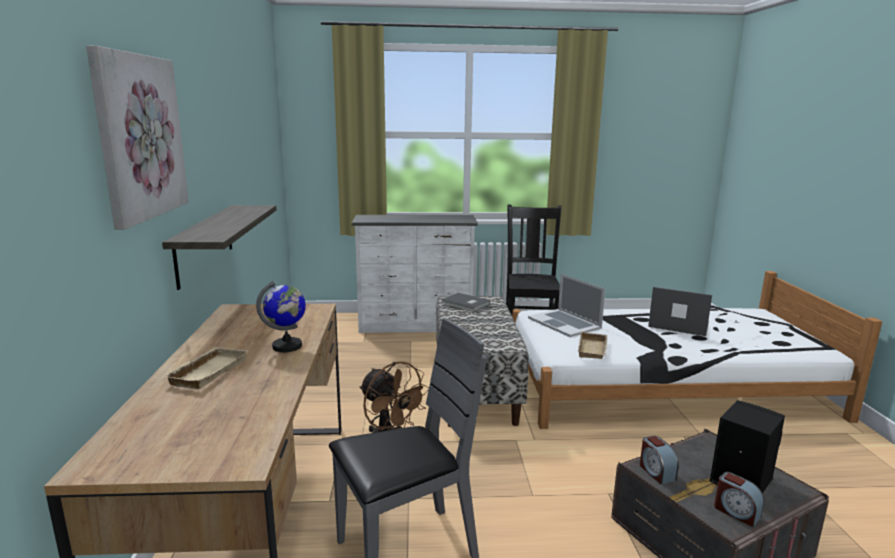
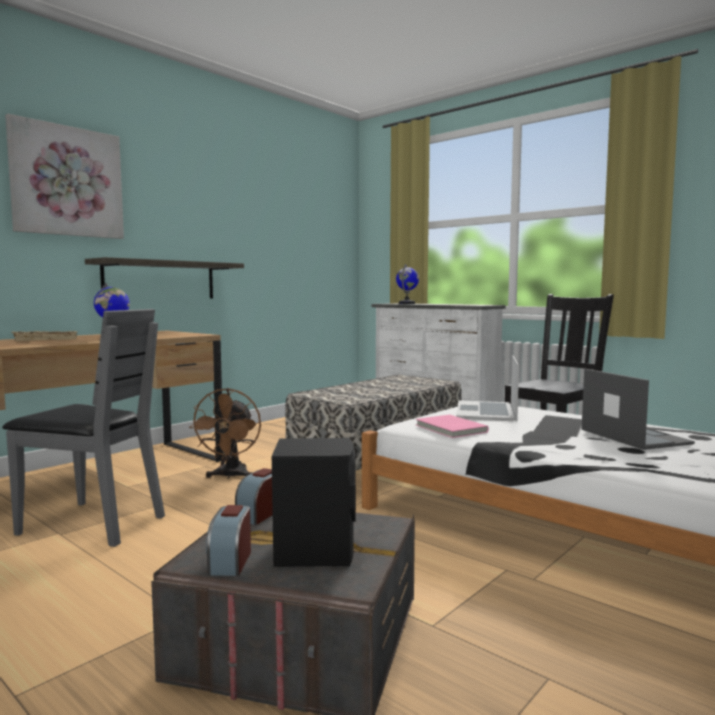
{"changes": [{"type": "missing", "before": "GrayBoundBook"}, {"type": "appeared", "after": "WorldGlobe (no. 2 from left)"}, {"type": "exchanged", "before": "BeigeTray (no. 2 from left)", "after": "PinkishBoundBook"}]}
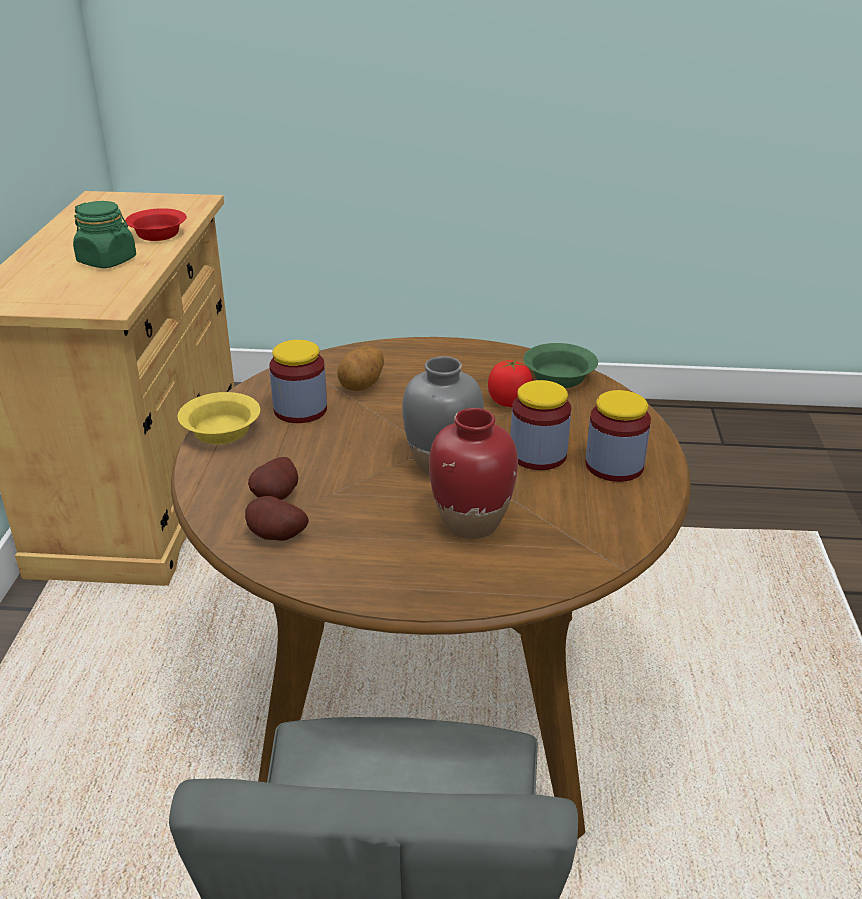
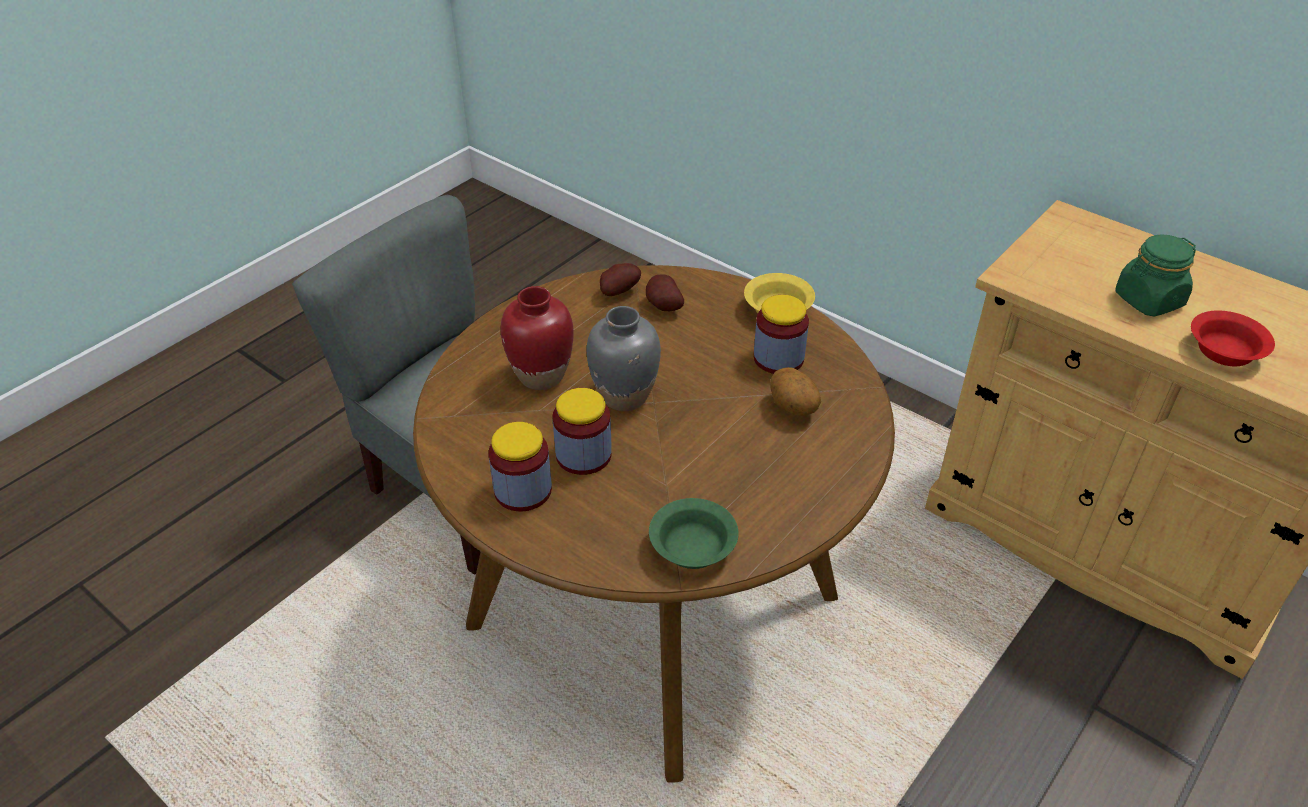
{"changes": [{"type": "missing", "before": "Tomato"}]}
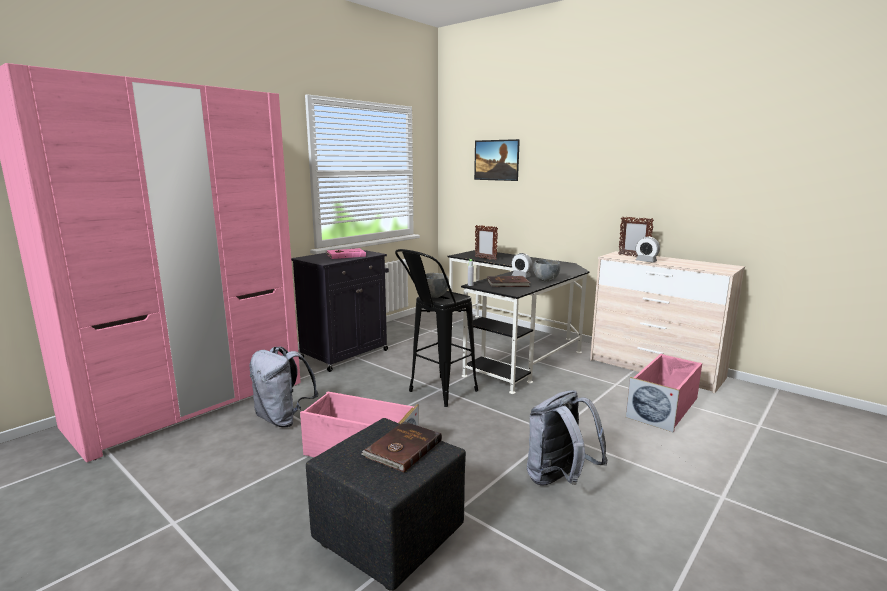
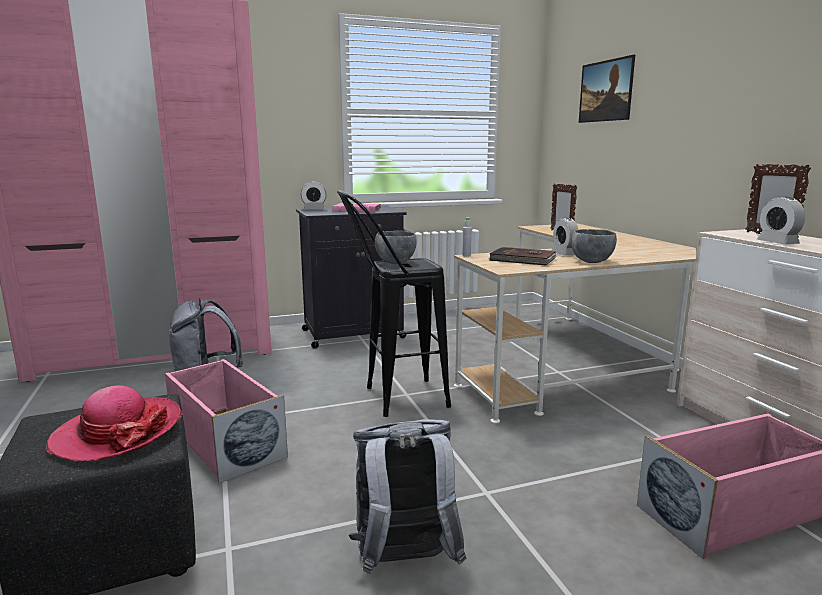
{"changes": [{"type": "appeared", "after": "AlarmClock (no. 1 from left)"}, {"type": "exchanged", "before": "BrownishBoundBook (no. 1 from left)", "after": "Hat"}, {"type": "colour", "before": "BlackDesk", "after": "BeigeDesk"}]}
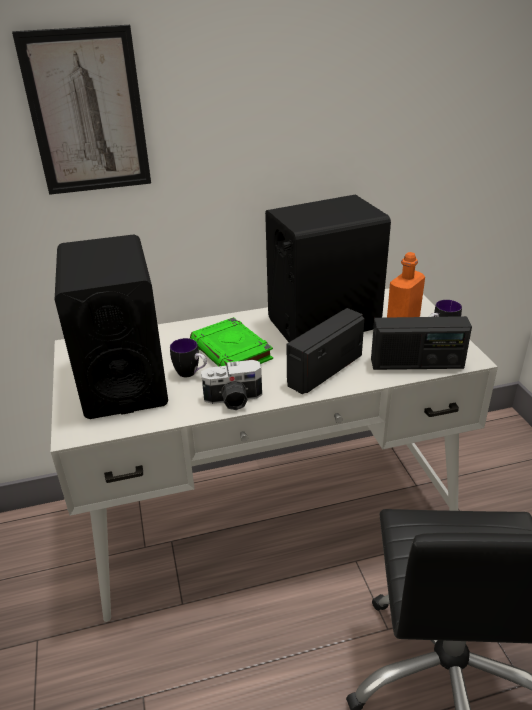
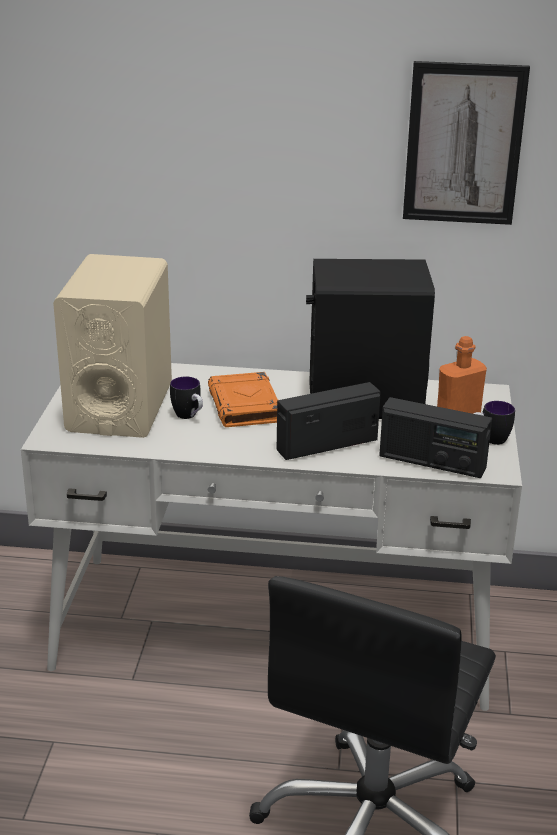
{"changes": [{"type": "missing", "before": "PhotoCamera"}, {"type": "relocated", "before": "WallPicture"}, {"type": "colour", "before": "BlackLoudspeaker (no. 1 from left)", "after": "BeigeLoudspeaker"}, {"type": "colour", "before": "GreenishBoundBook", "after": "OrangeColouredBoundBook"}]}
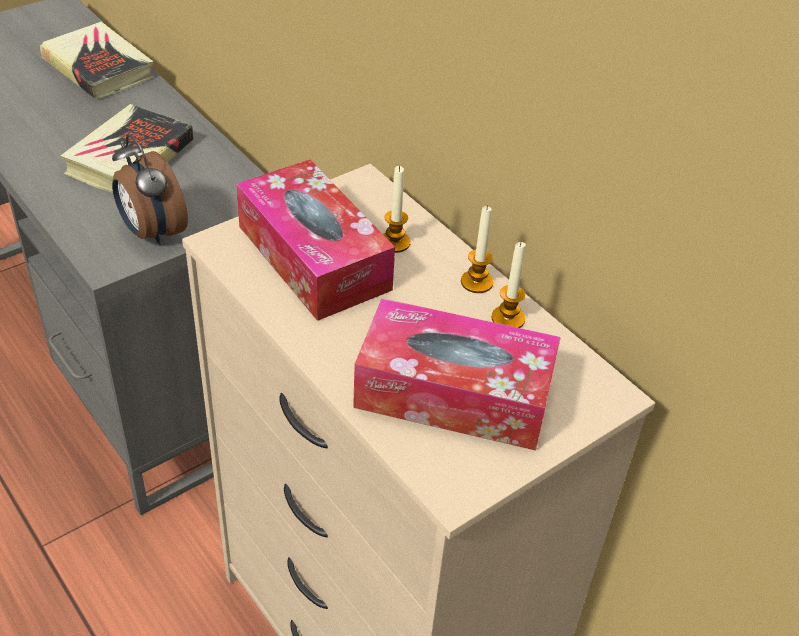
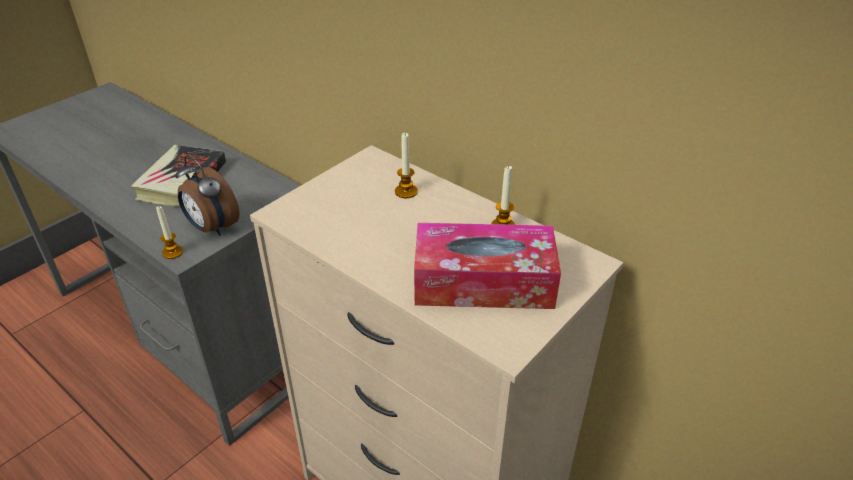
{"changes": [{"type": "missing", "before": "BoundBook (no. 1 from left)"}, {"type": "missing", "before": "TissueBox (no. 1 from left)"}, {"type": "relocated", "before": "WaxCandle (no. 2 from left in the first image)", "after": "WaxCandle (no. 1 from left)"}]}
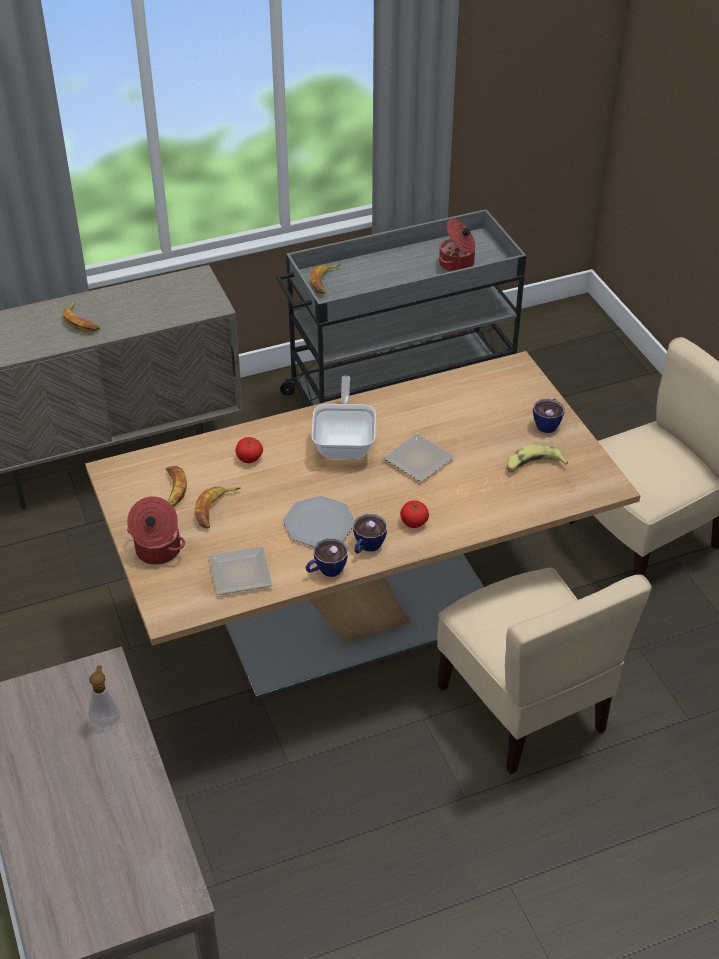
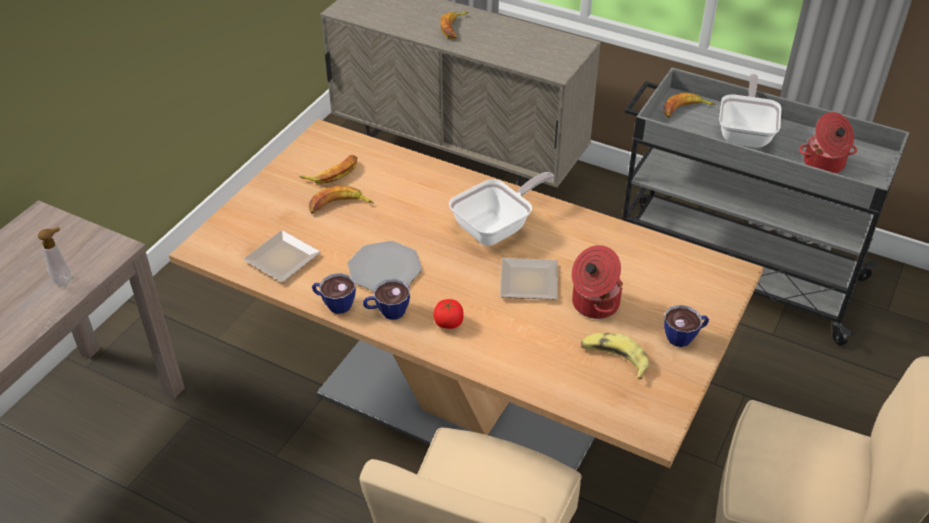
{"changes": [{"type": "missing", "before": "Tomato (no. 1 from left)"}, {"type": "appeared", "after": "FryingPan (no. 2 from left)"}, {"type": "relocated", "before": "Stockpot (no. 1 from left)"}]}
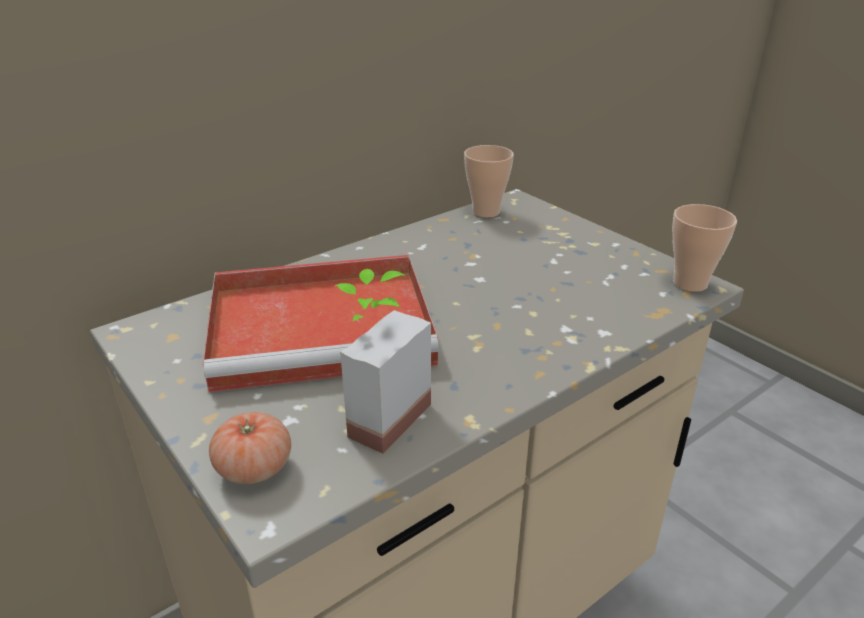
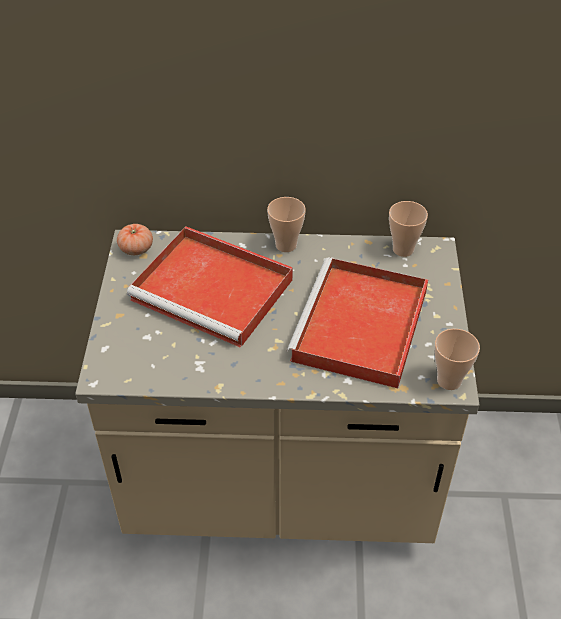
{"changes": [{"type": "missing", "before": "PottedPlant"}, {"type": "appeared", "after": "DrinkingCup (no. 1 from left)"}, {"type": "appeared", "after": "RedTray (no. 2 from left)"}, {"type": "relocated", "before": "Tomato"}]}
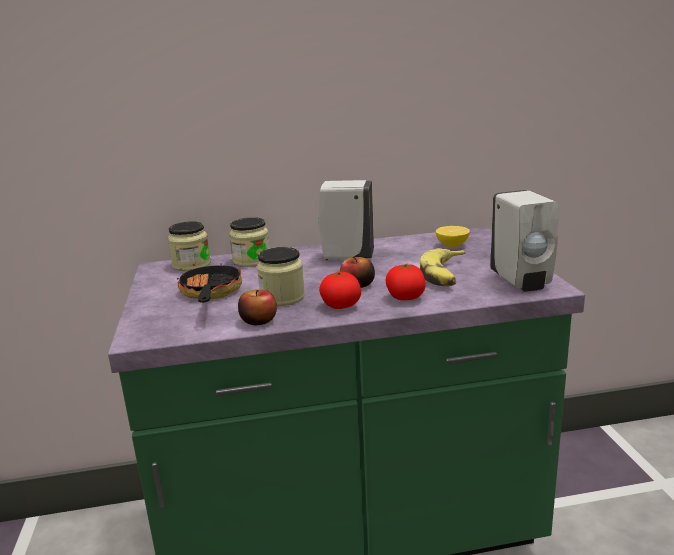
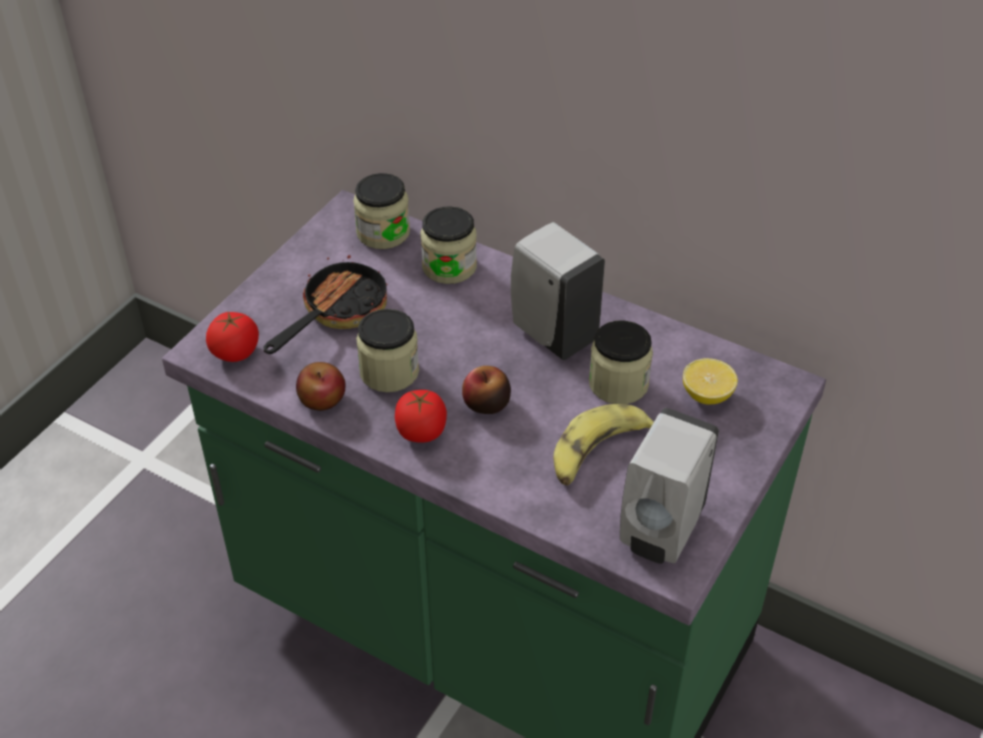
{"changes": [{"type": "appeared", "after": "StorageJar (no. 4 from left)"}, {"type": "relocated", "before": "Tomato (no. 2 from left in the first image)", "after": "Tomato (no. 1 from left)"}]}
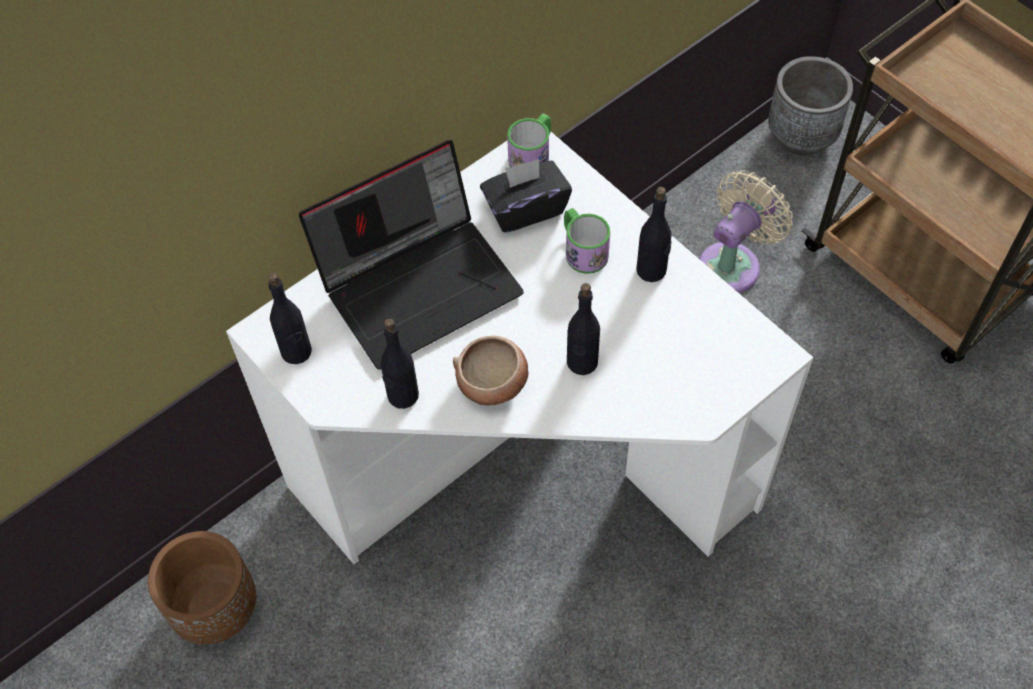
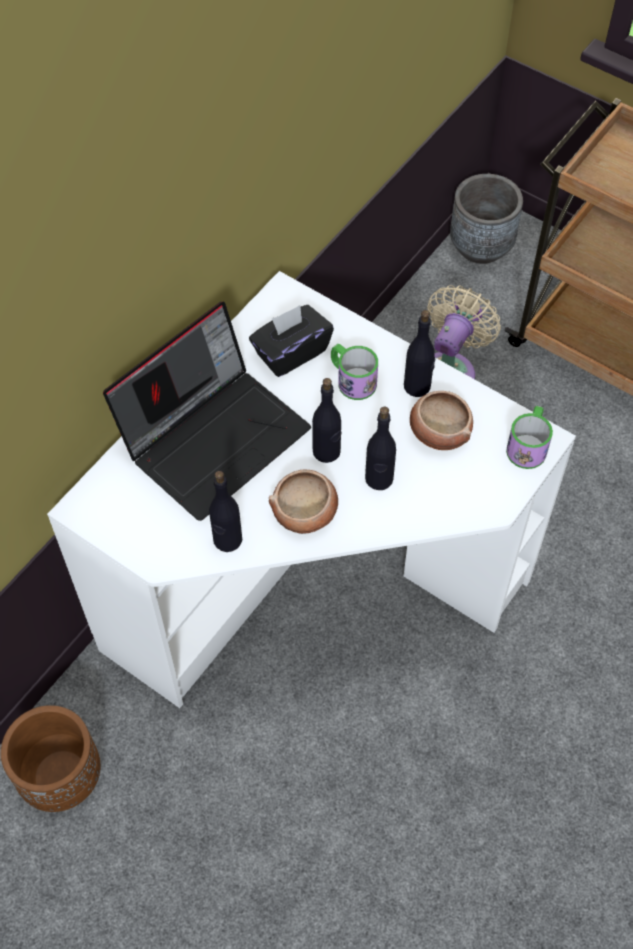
{"changes": [{"type": "appeared", "after": "ServingBowl (no. 2 from left)"}, {"type": "relocated", "before": "BlackBottle (no. 1 from left in the first image)", "after": "BlackBottle (no. 2 from left)"}, {"type": "relocated", "before": "Mug (no. 1 from left in the first image)", "after": "Mug (no. 2 from left)"}]}
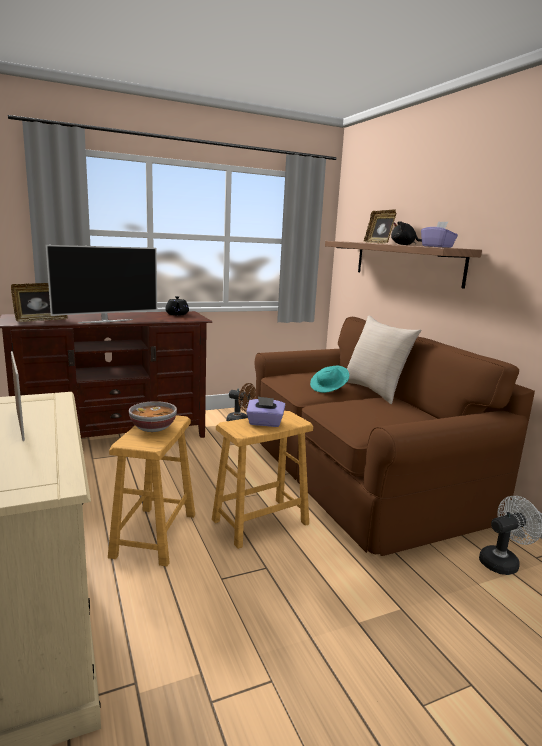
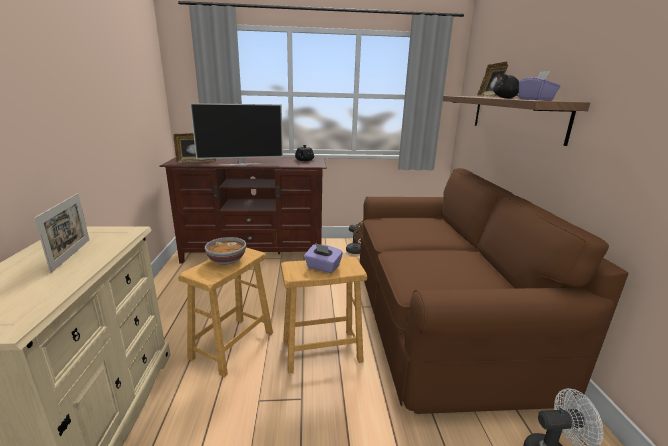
{"changes": [{"type": "missing", "before": "TurquoiseHat"}, {"type": "missing", "before": "BeigePillow"}]}
